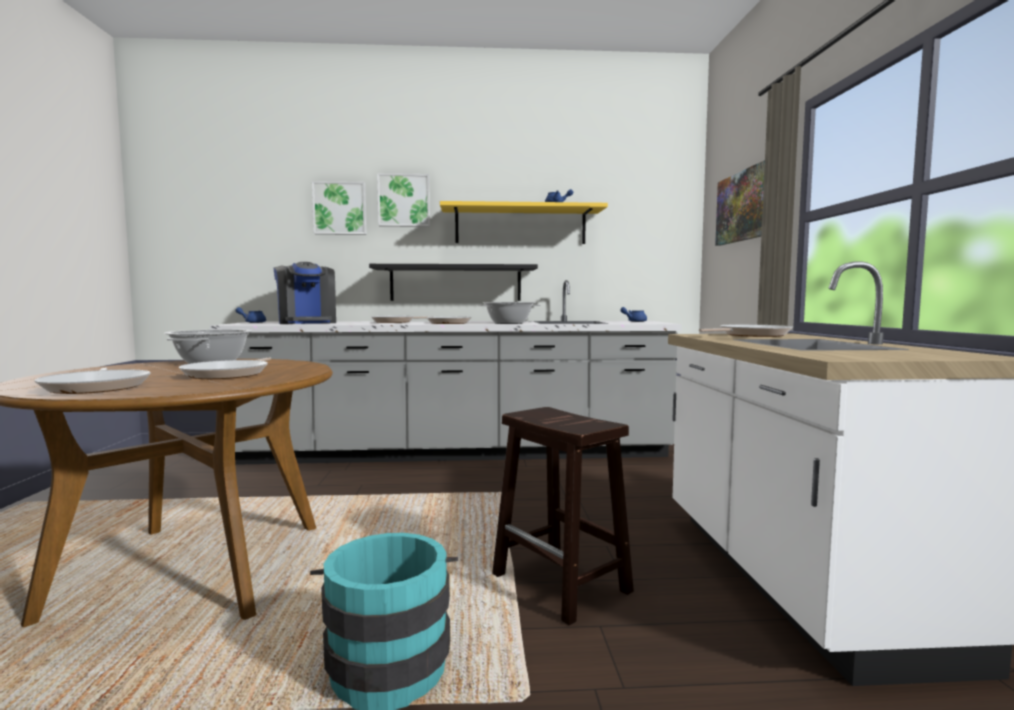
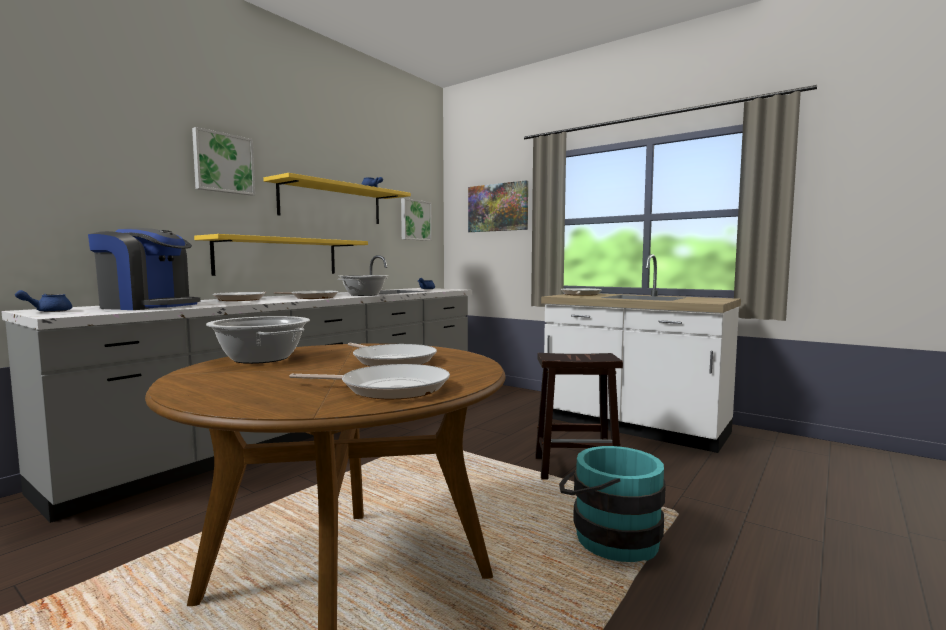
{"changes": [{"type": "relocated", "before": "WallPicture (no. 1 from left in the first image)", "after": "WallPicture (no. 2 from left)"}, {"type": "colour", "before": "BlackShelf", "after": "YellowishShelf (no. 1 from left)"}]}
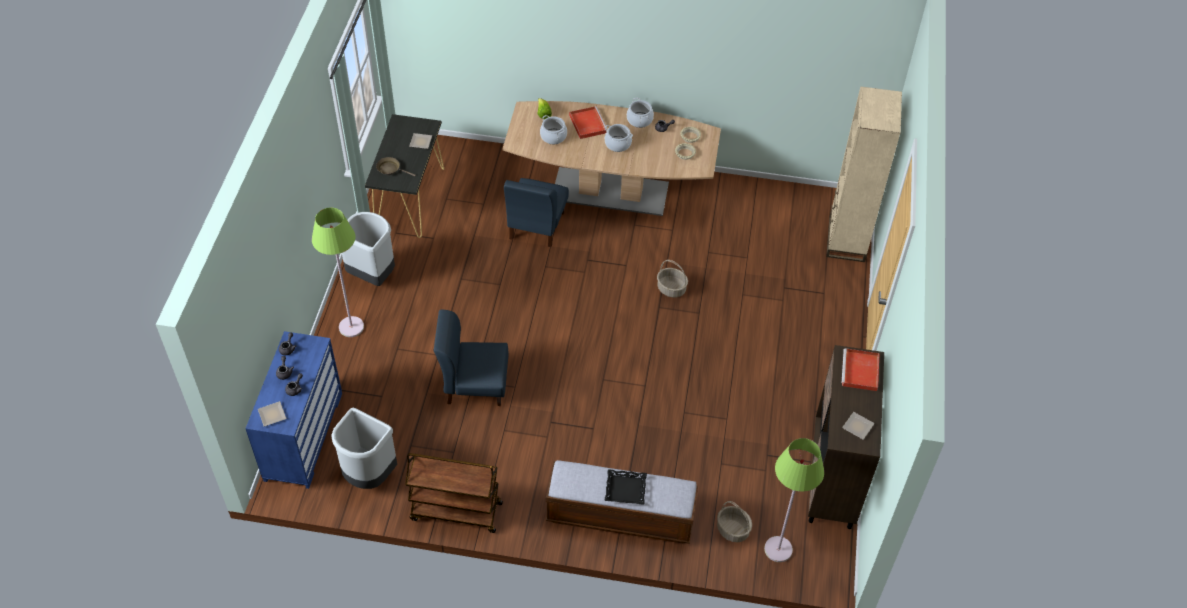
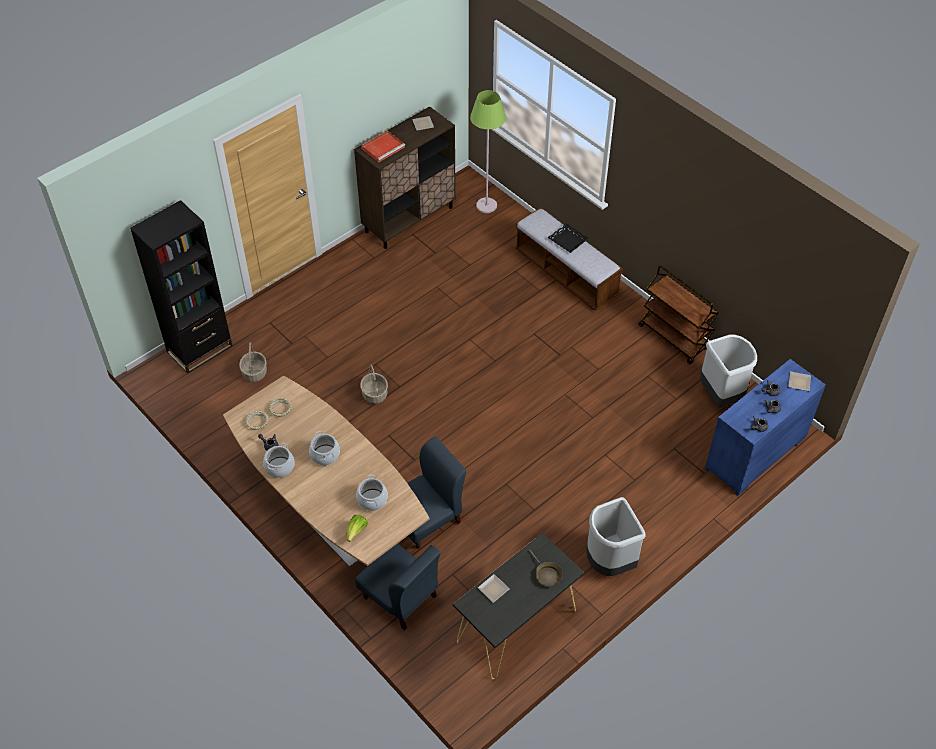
{"changes": [{"type": "missing", "before": "GreenishStandardLamp (no. 1 from left)"}, {"type": "missing", "before": "RedTray (no. 1 from left)"}, {"type": "relocated", "before": "BluePlainChair (no. 1 from left)"}, {"type": "relocated", "before": "Basket (no. 2 from left in the first image)", "after": "Basket (no. 1 from left)"}, {"type": "colour", "before": "BeigeBookcase", "after": "BlackBookcase"}]}
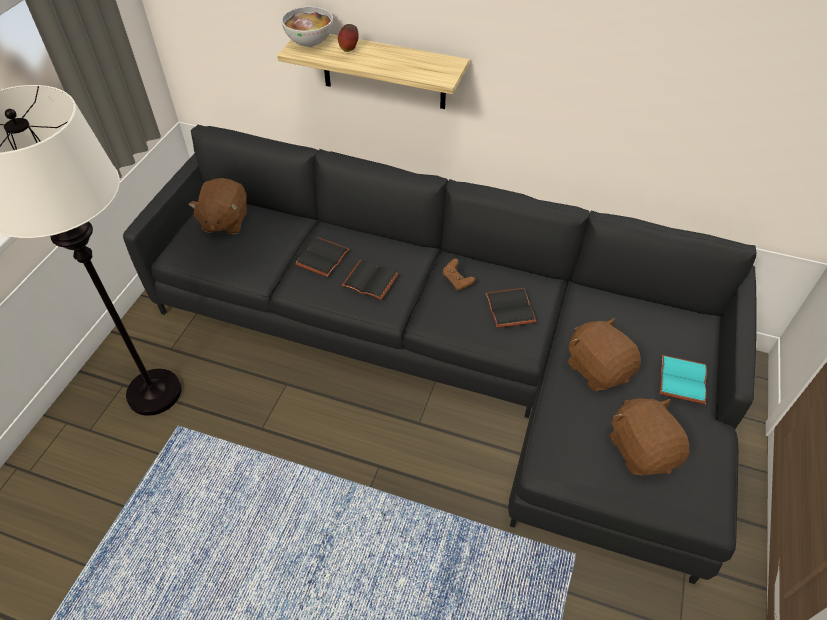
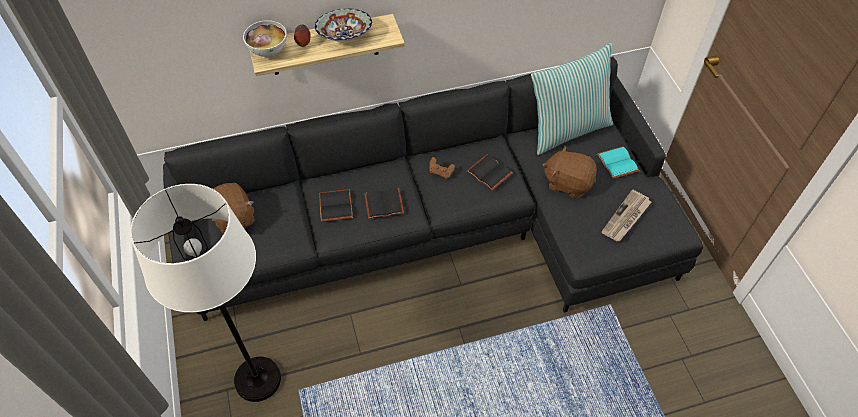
{"changes": [{"type": "appeared", "after": "ServingBowl (no. 2 from left)"}, {"type": "appeared", "after": "Pillow"}, {"type": "exchanged", "before": "BrownishPlushToy (no. 3 from left)", "after": "PrintedPaper"}]}
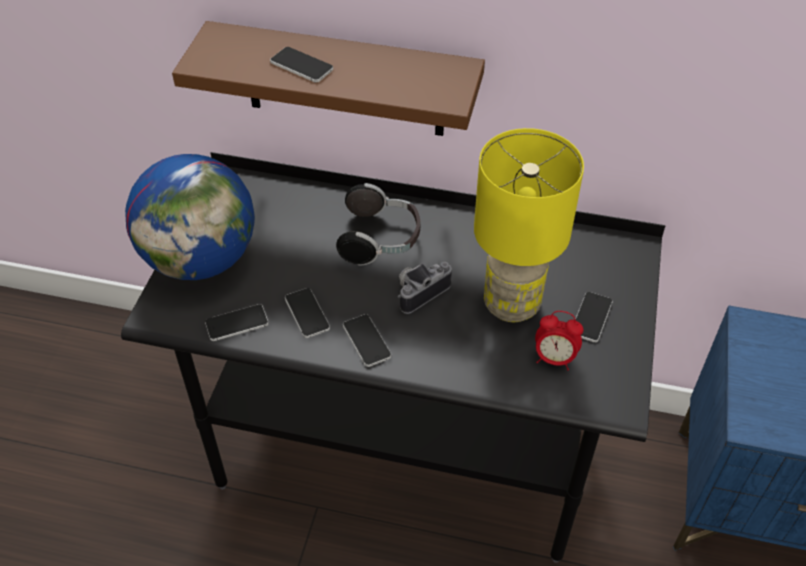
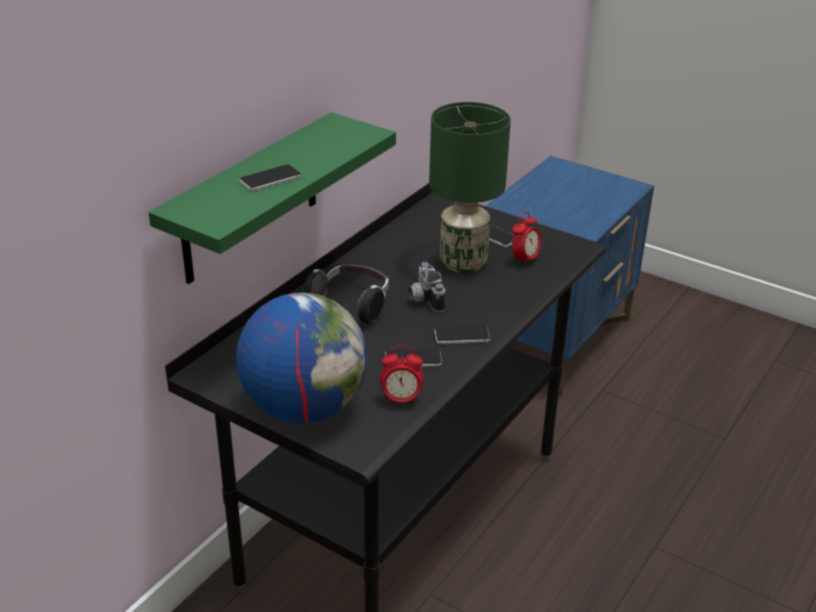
{"changes": [{"type": "exchanged", "before": "Telephone (no. 1 from left)", "after": "AlarmClock (no. 1 from left)"}, {"type": "colour", "before": "BrownishShelf", "after": "GreenishShelf"}, {"type": "colour", "before": "YellowishTableLamp", "after": "GreenishTableLamp"}]}
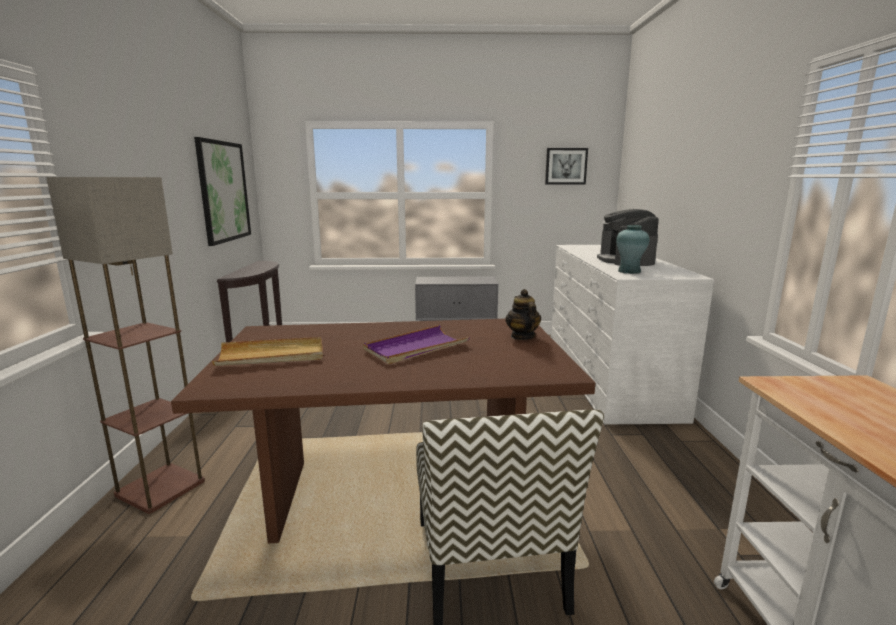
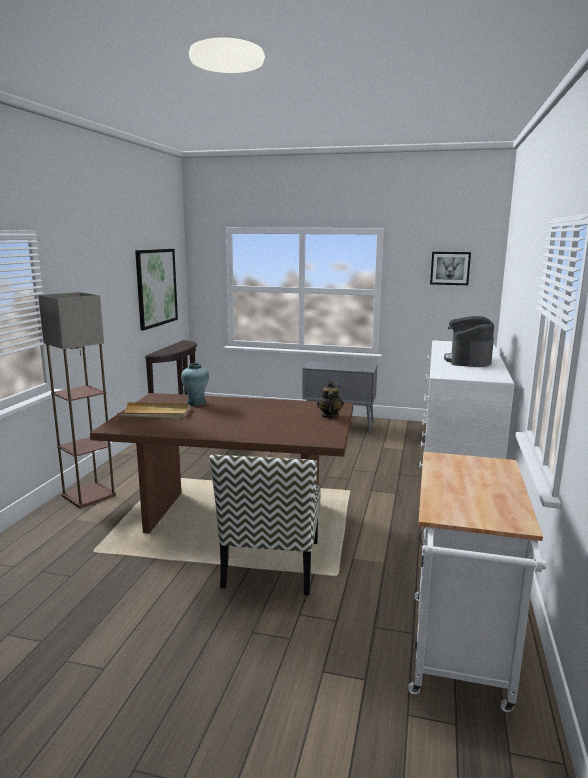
{"changes": [{"type": "missing", "before": "PurplishTray"}, {"type": "relocated", "before": "TurquoiseVase"}]}
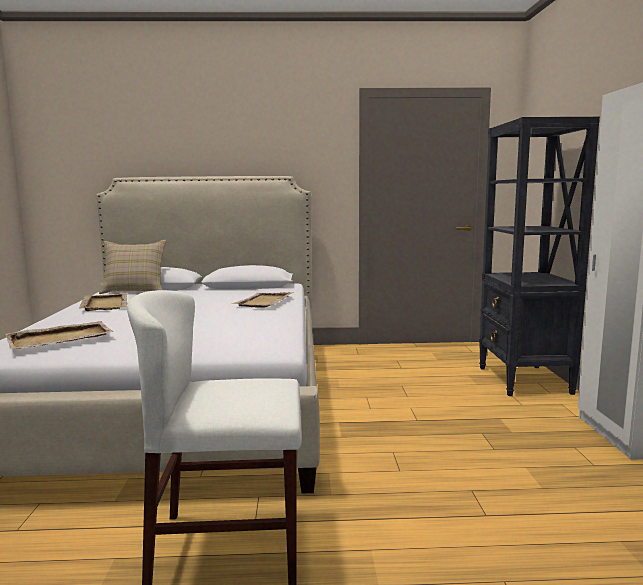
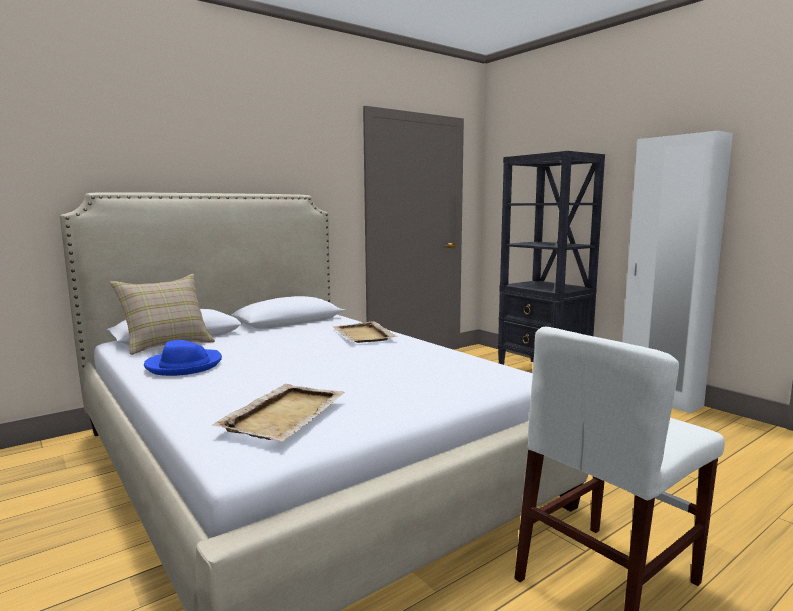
{"changes": [{"type": "exchanged", "before": "BeigeTray (no. 2 from left)", "after": "BlueHat"}]}
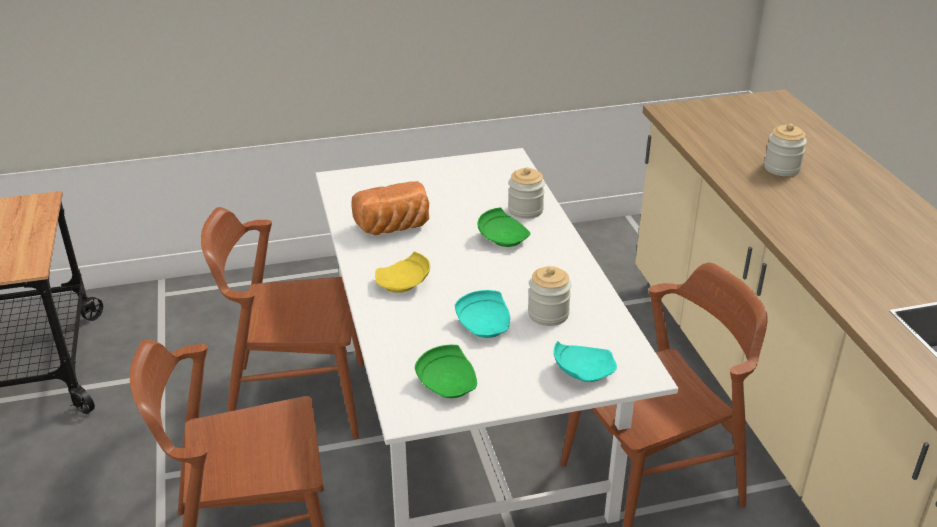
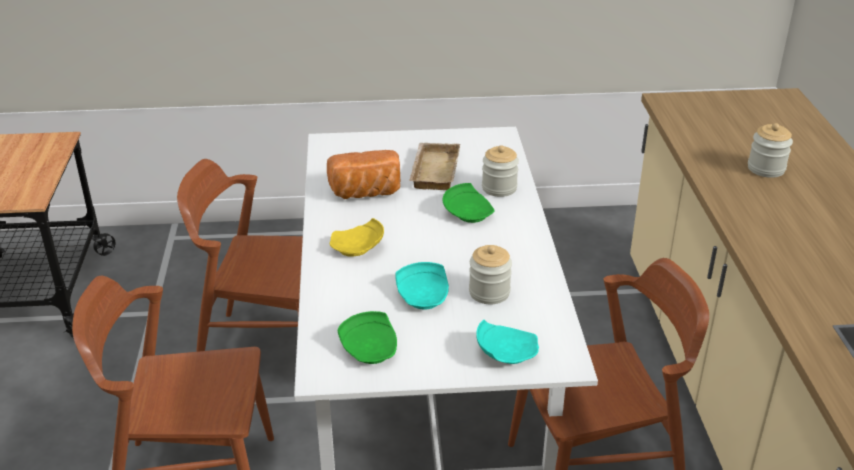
{"changes": [{"type": "appeared", "after": "BeigeTray"}]}
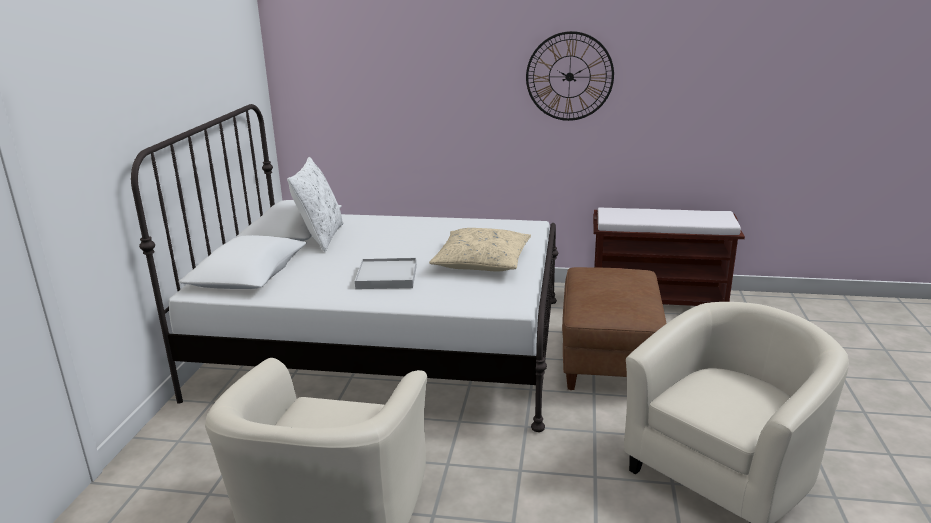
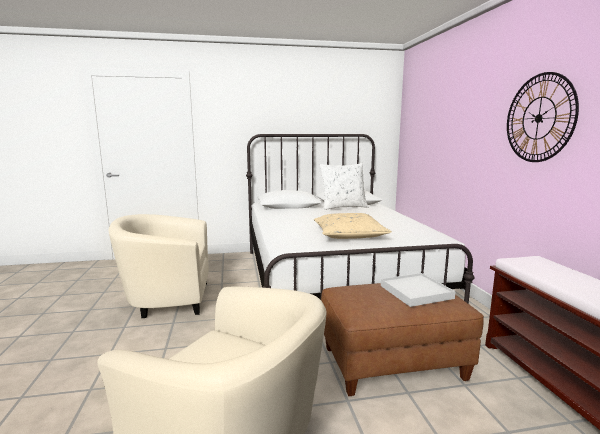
{"changes": [{"type": "relocated", "before": "WhiteTray"}]}
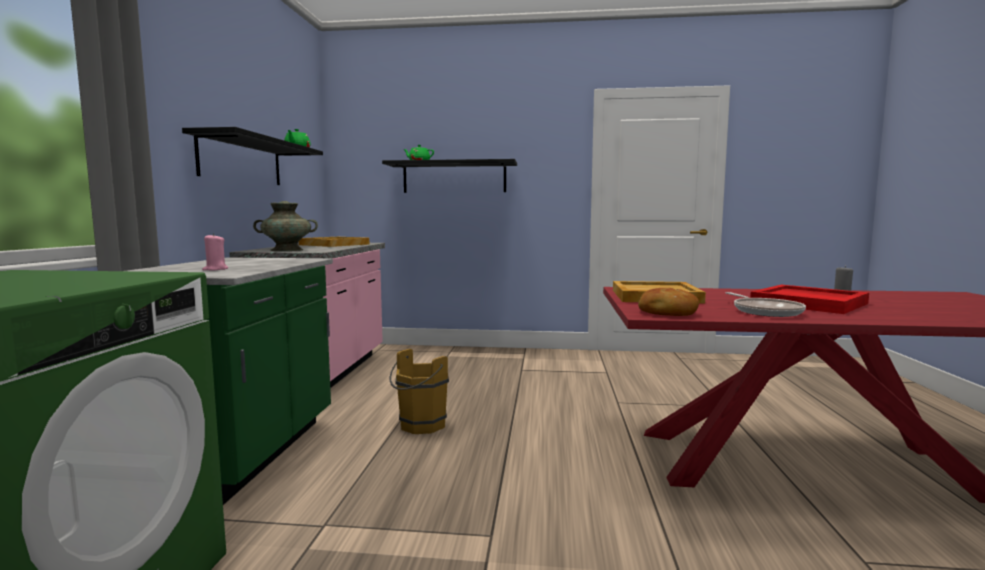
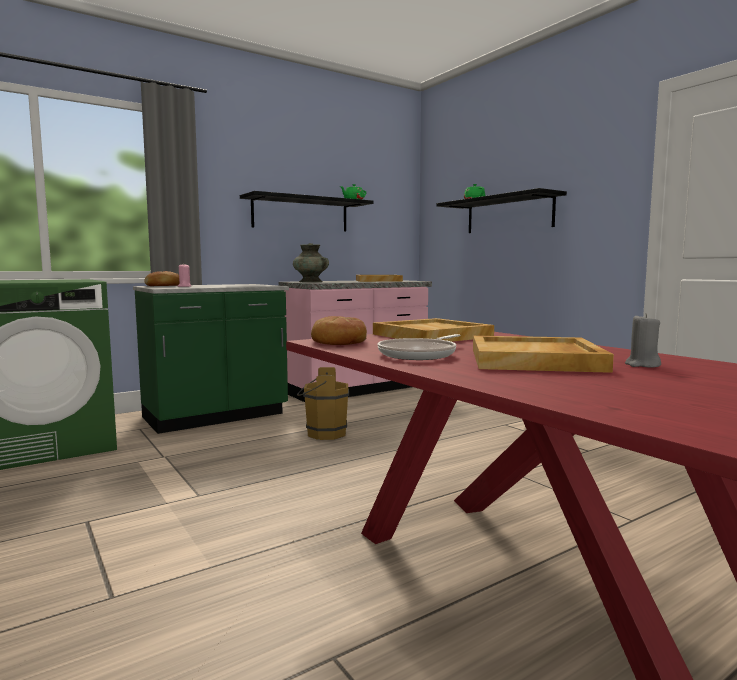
{"changes": [{"type": "appeared", "after": "BakeryBread (no. 1 from left)"}, {"type": "colour", "before": "RedTray", "after": "BeigeTray (no. 3 from left)"}]}
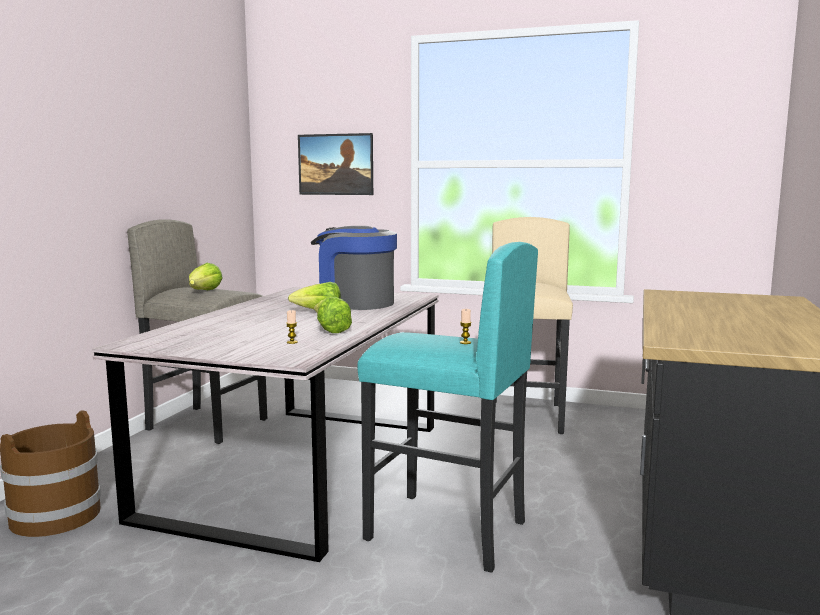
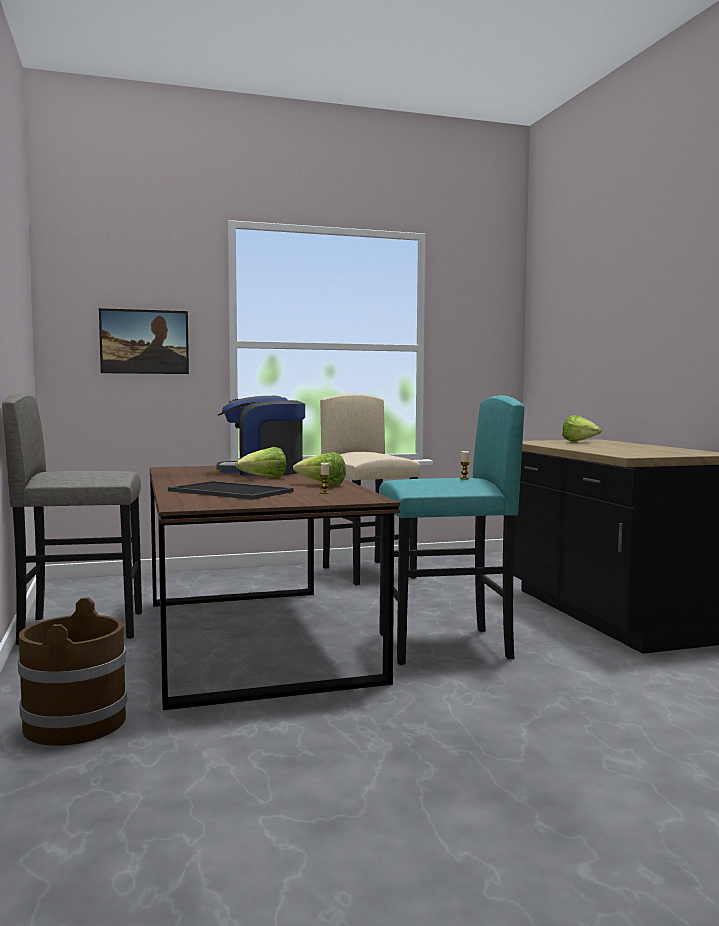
{"changes": [{"type": "appeared", "after": "Tray"}, {"type": "relocated", "before": "Lettuce (no. 1 from left in the first image)", "after": "Lettuce (no. 3 from left)"}, {"type": "colour", "before": "GrayKitchenTable", "after": "BrownishKitchenTable"}]}
